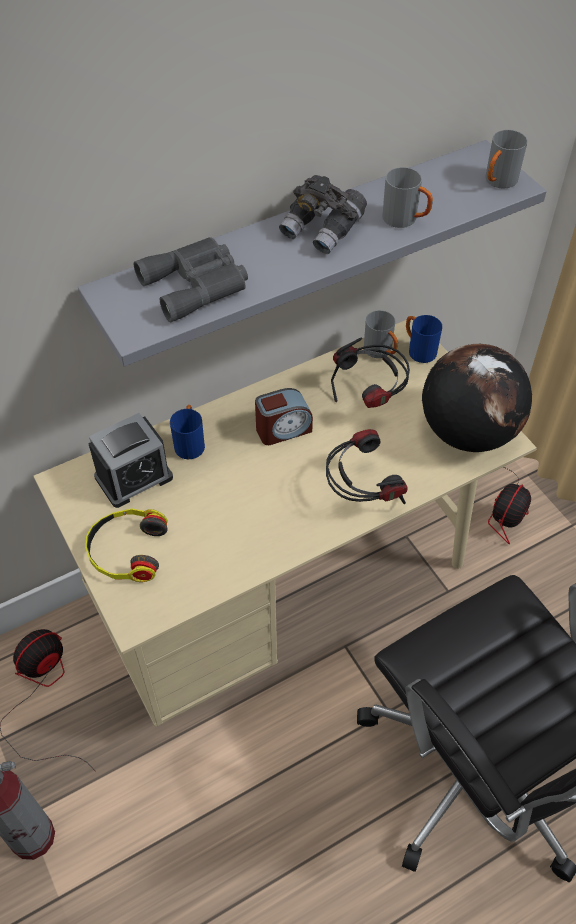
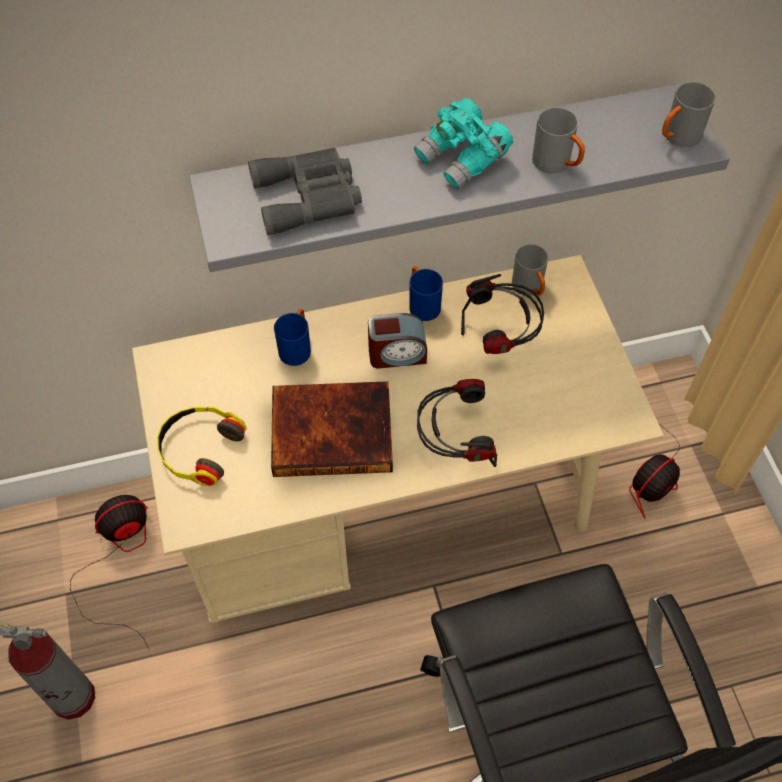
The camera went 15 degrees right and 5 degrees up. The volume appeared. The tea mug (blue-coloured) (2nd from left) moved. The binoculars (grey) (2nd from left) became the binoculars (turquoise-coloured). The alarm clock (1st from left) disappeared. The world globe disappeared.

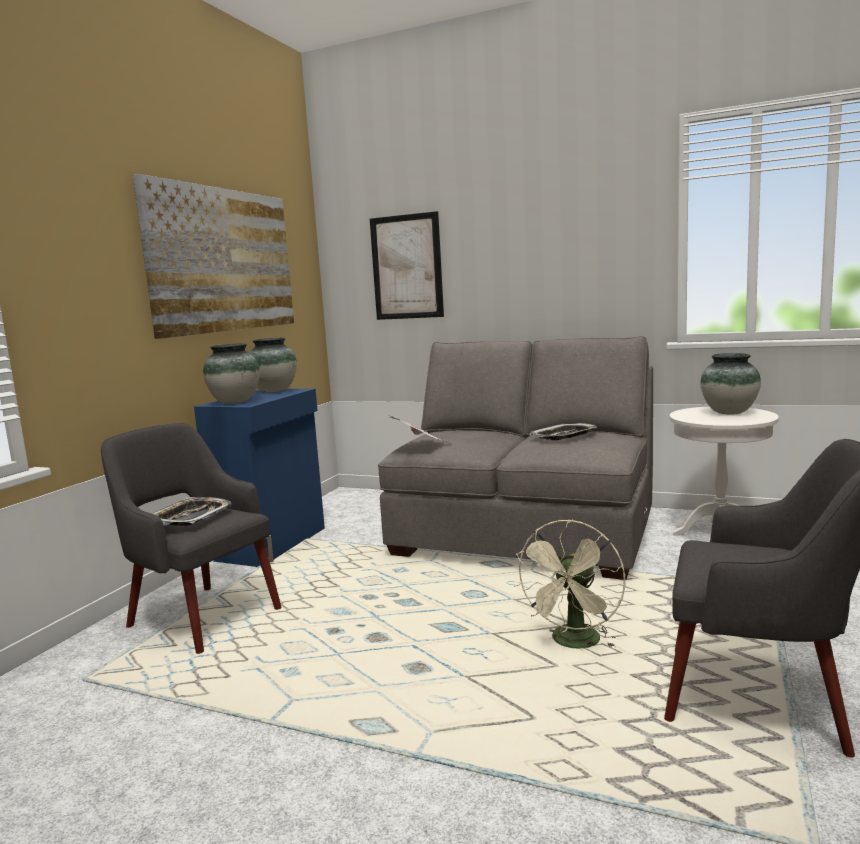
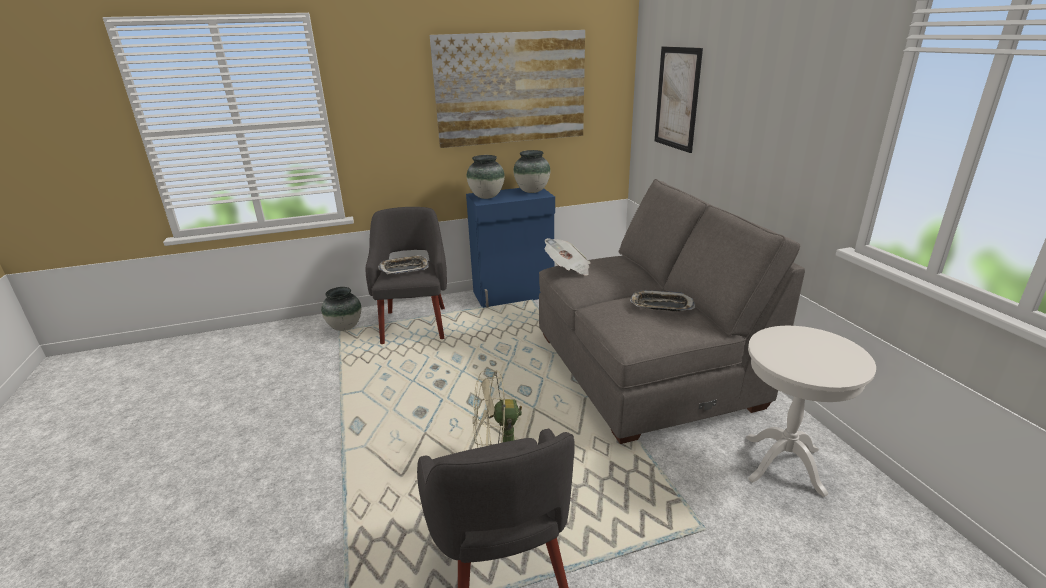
The camera went 50 degrees right and 15 degrees up. The flower vase (3rd from left in the first image) moved.

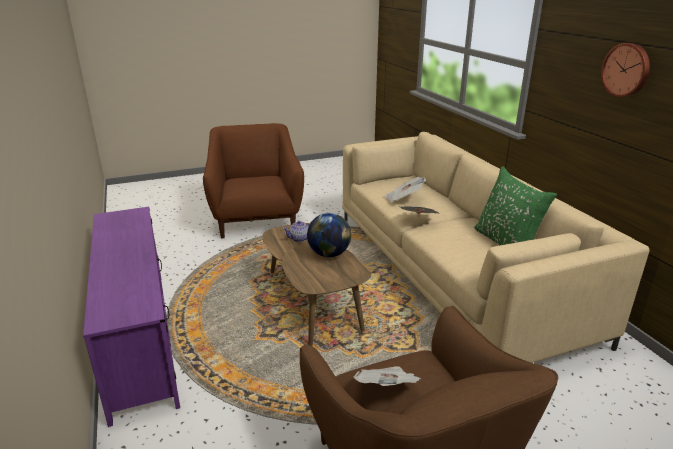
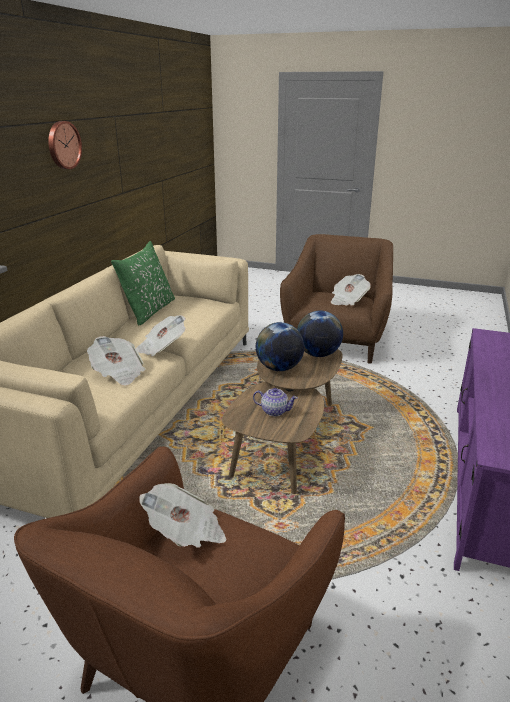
The camera went 140 degrees left and 0 degrees up. The newspaper (3rd from left) appeared. The world globe (2nd from left) appeared.

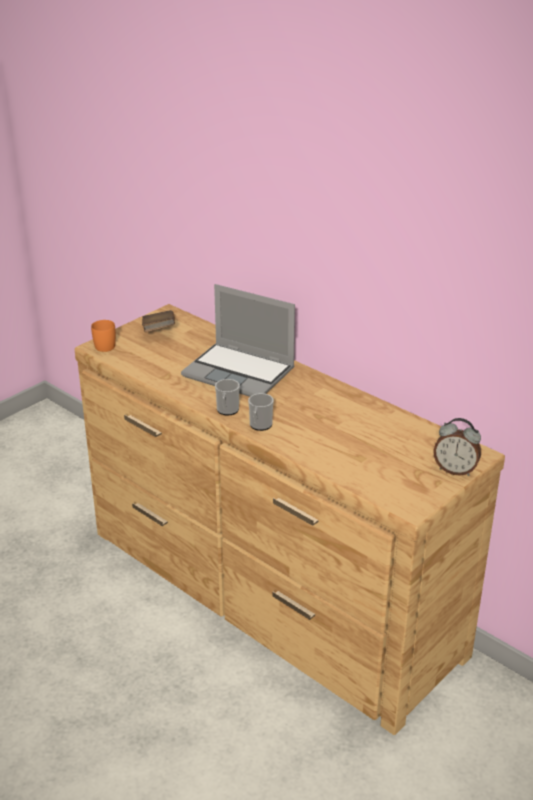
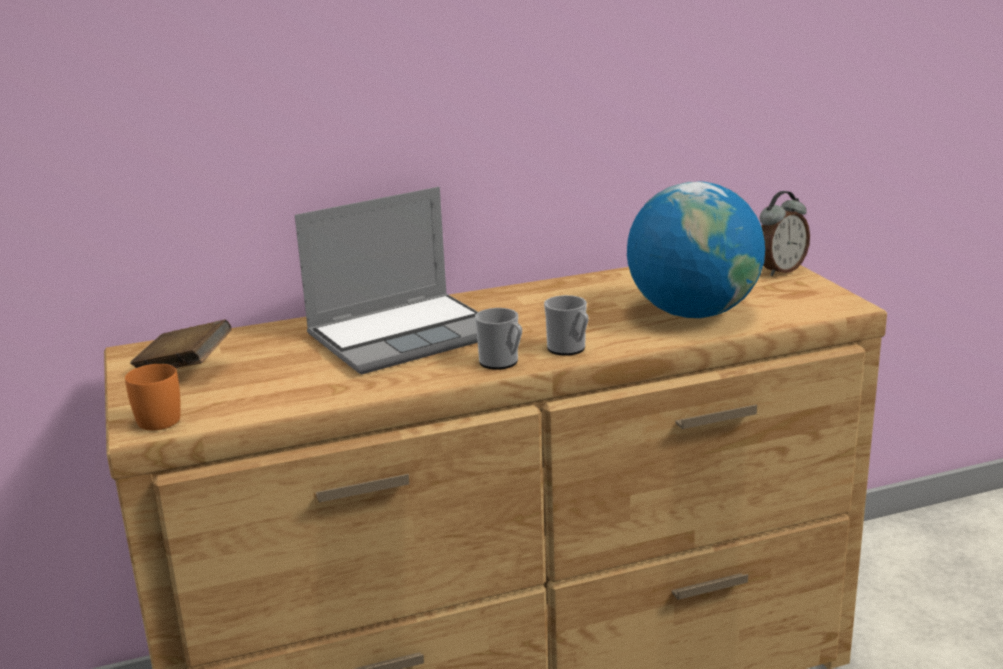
The camera went 60 degrees left and 10 degrees down. The world globe appeared.

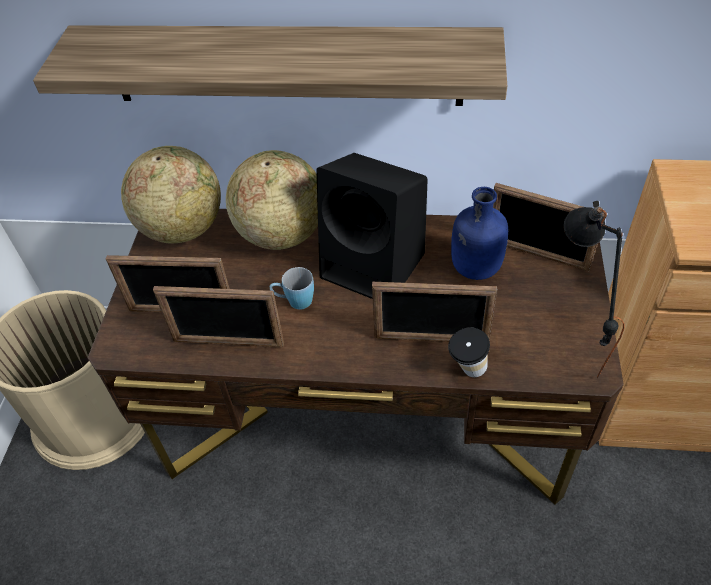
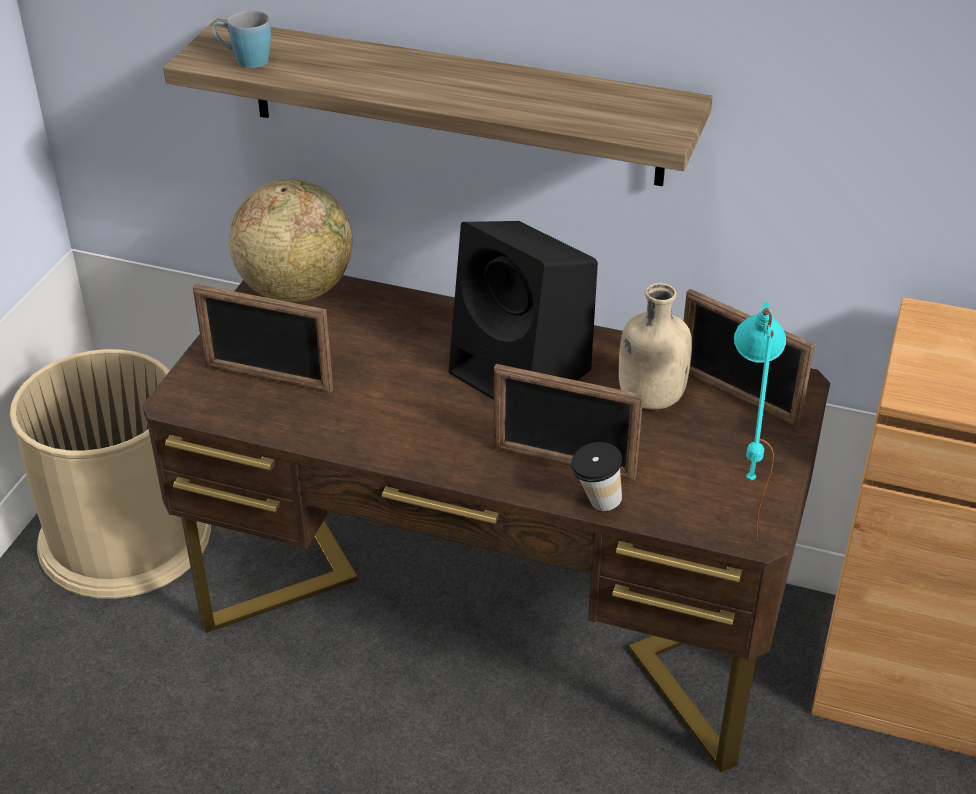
The camera went 10 degrees right and 10 degrees down. The tea mug (blue-coloured) moved. The drink bottle (blue-coloured) became the drink bottle (sand-coloured). The table lamp (blackish) became the table lamp (turquoise-coloured). The standing frame (2nd from left) disappeared. The world globe (2nd from left) disappeared.

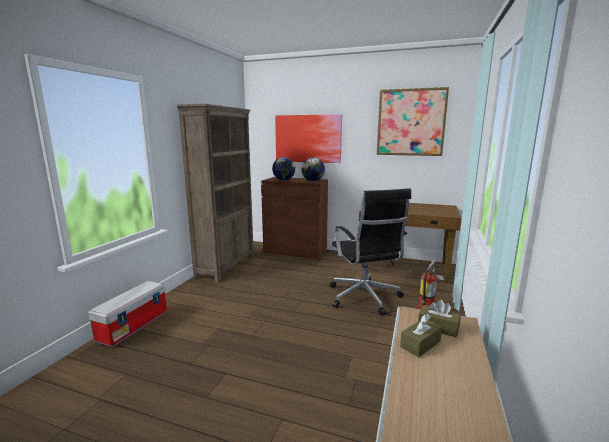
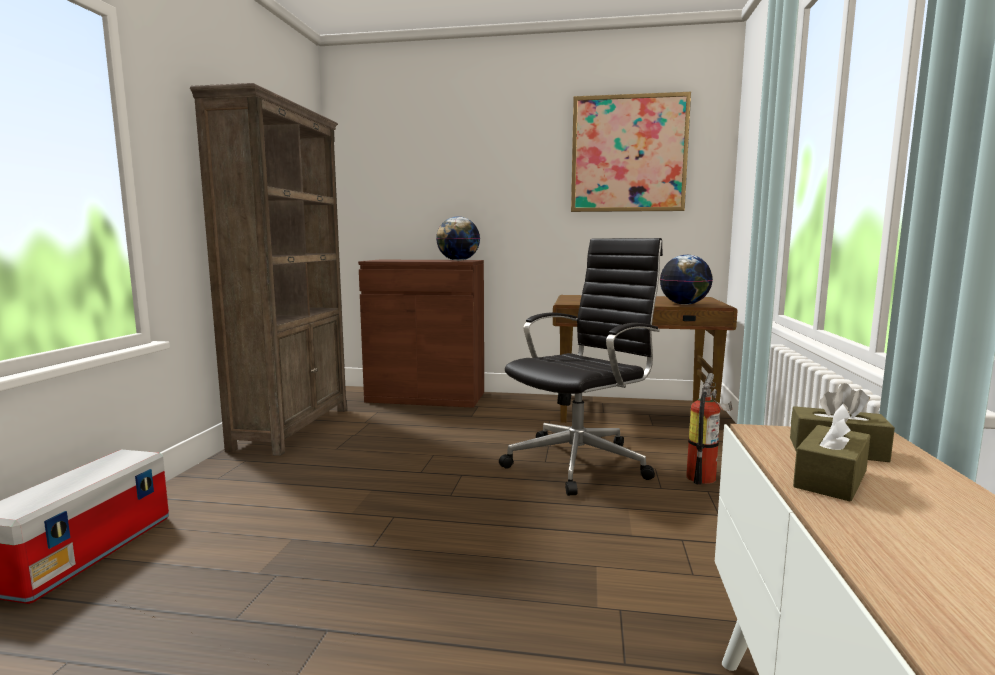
The camera went 10 degrees left and 5 degrees down. The office chair (blackish) turned 105 degrees counterclockwise. The world globe (1st from left in the first image) moved. The picture (1st from left) disappeared.

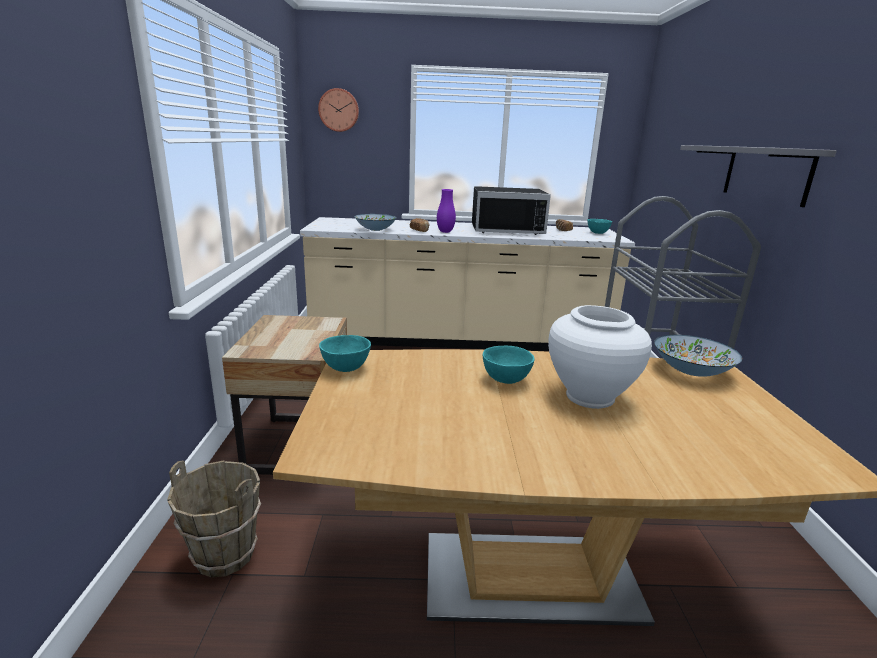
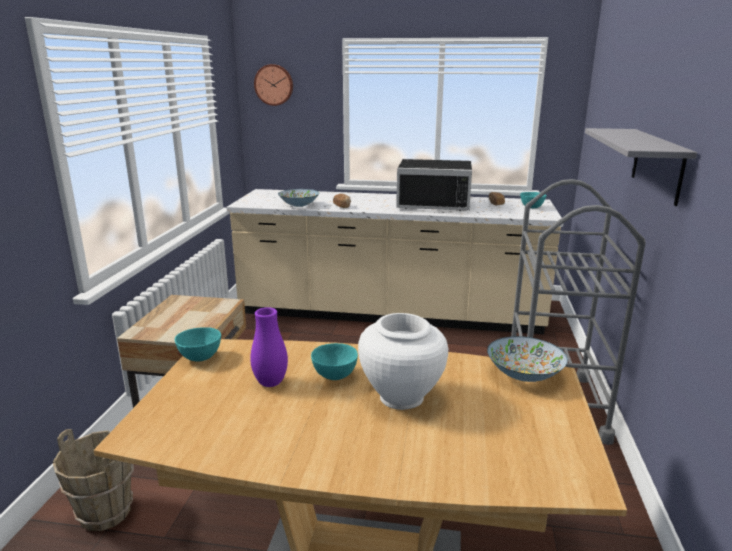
The camera went 10 degrees right and 0 degrees up. The flower vase (purple-coloured) moved.

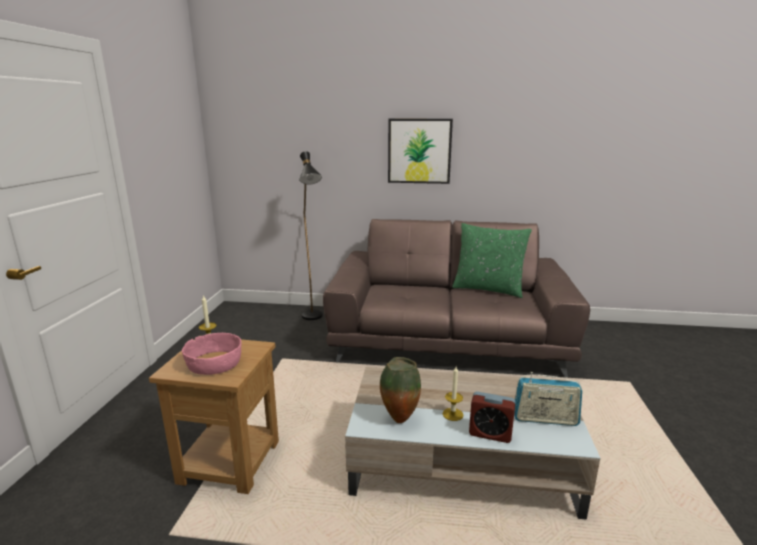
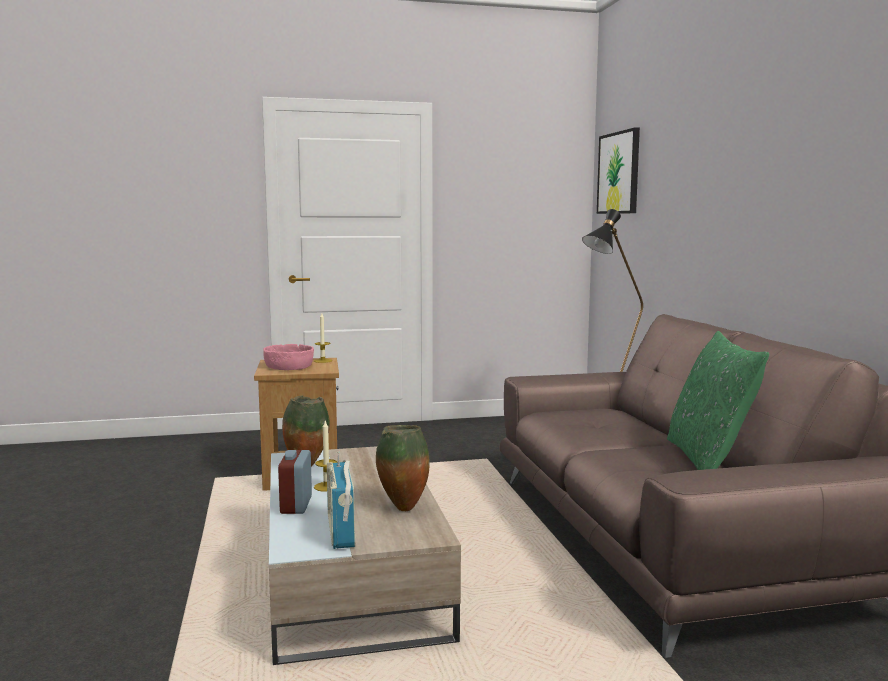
The camera went 70 degrees right and 10 degrees down. The flower vase (2nd from left) appeared. The picture moved.

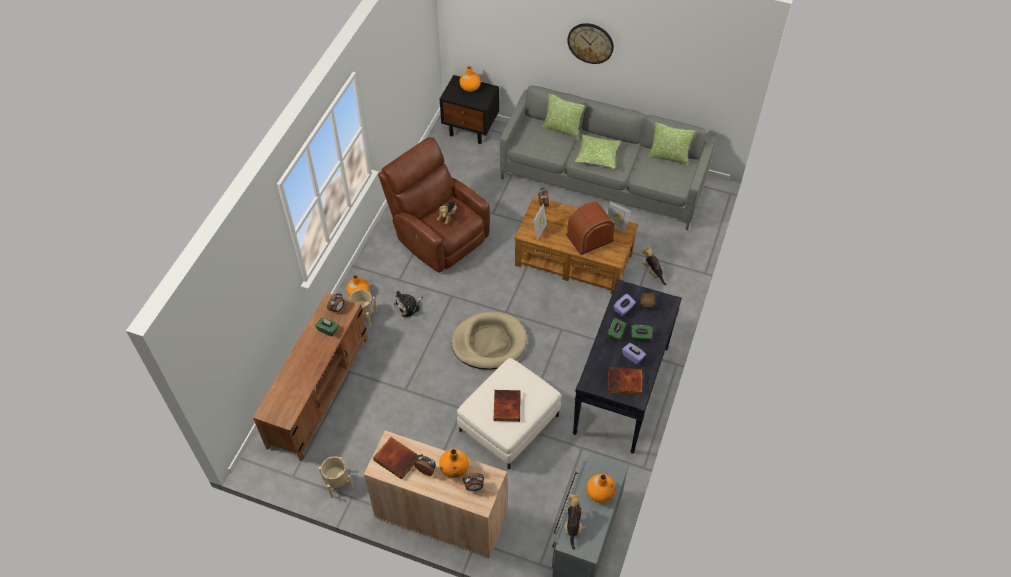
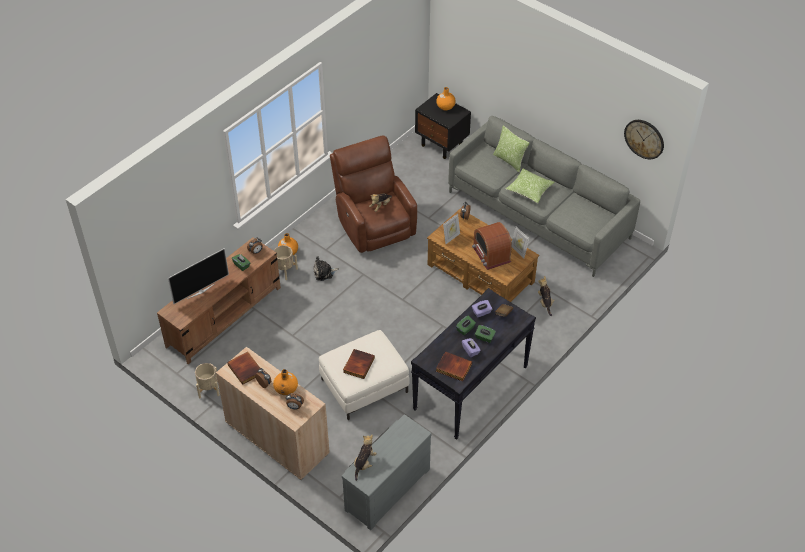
The camera went 20 degrees right and 5 degrees down. The television appeared. The radio turned 105 degrees counterclockwise. The clock on the wall moved. The pet bed (sand-coloured) disappeared. The flower vase (orange) (4th from left) disappeared. The throw pillow (3rd from left) disappeared.

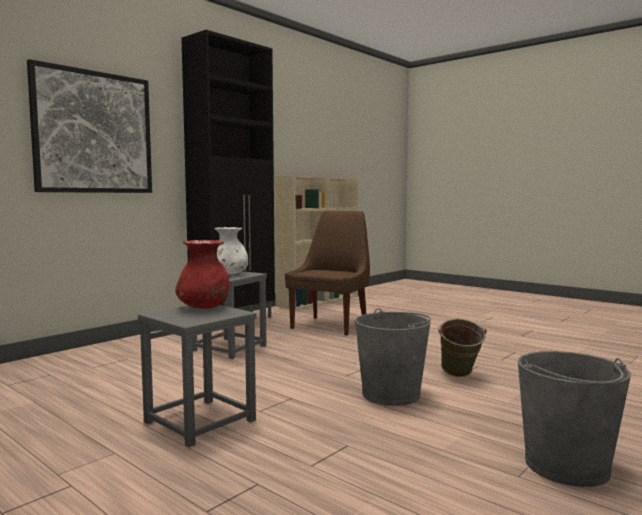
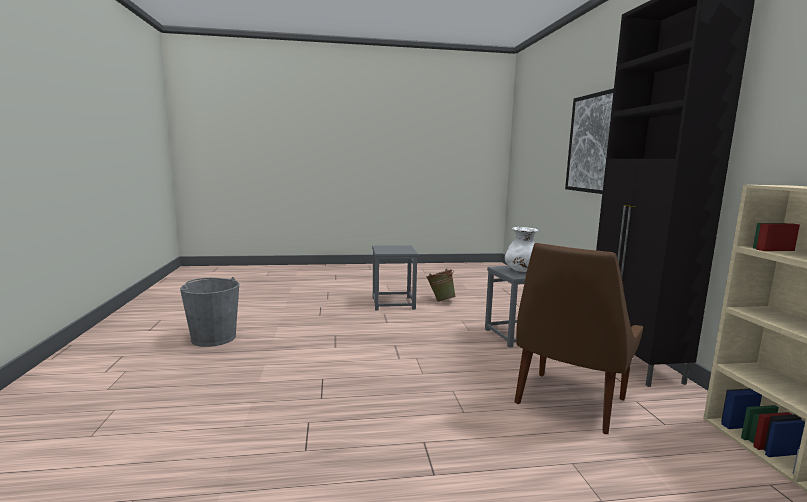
The camera went 130 degrees right and 5 degrees up. The pail (green-coloured) moved. The upright chair (brownish) turned 60 degrees clockwise. The flower vase (reddish) disappeared. The pail (grey) (1st from left) disappeared.

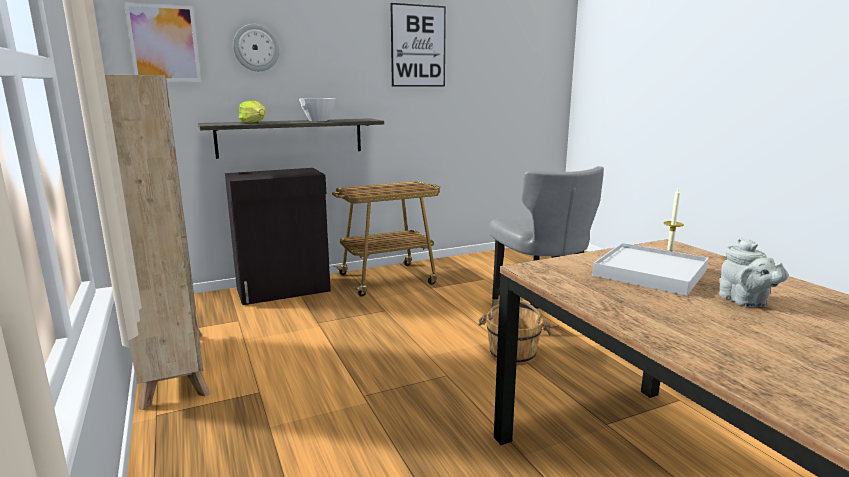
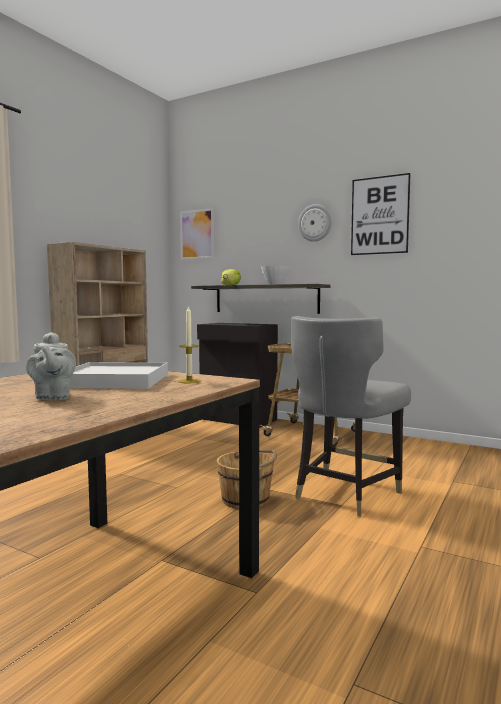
The camera went 55 degrees right and 10 degrees down. The teapot (grey) turned 60 degrees counterclockwise. The clock on the wall moved.

